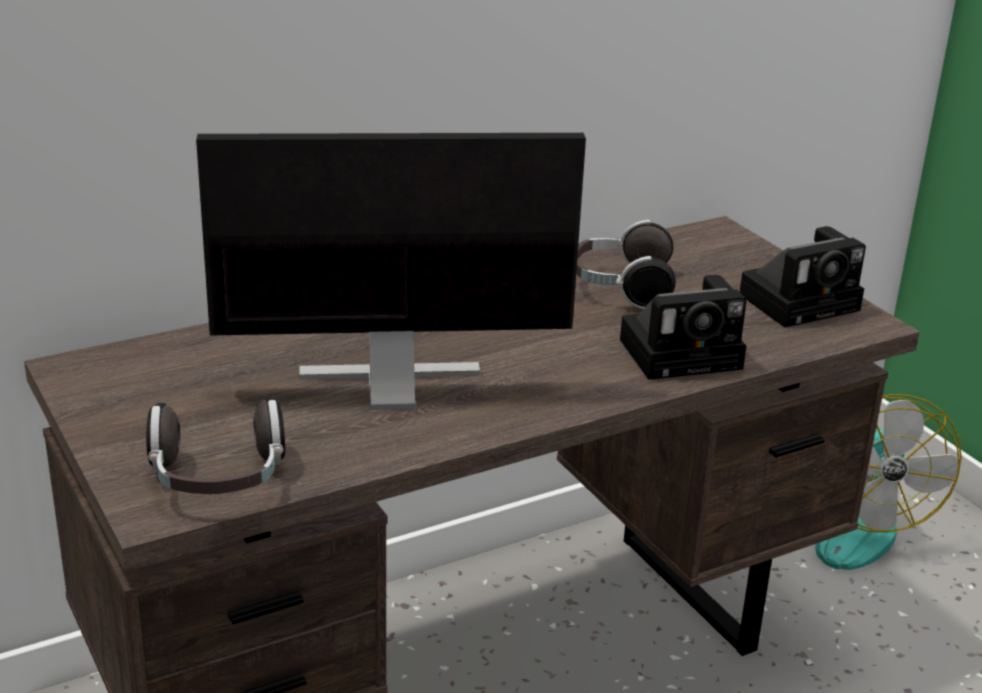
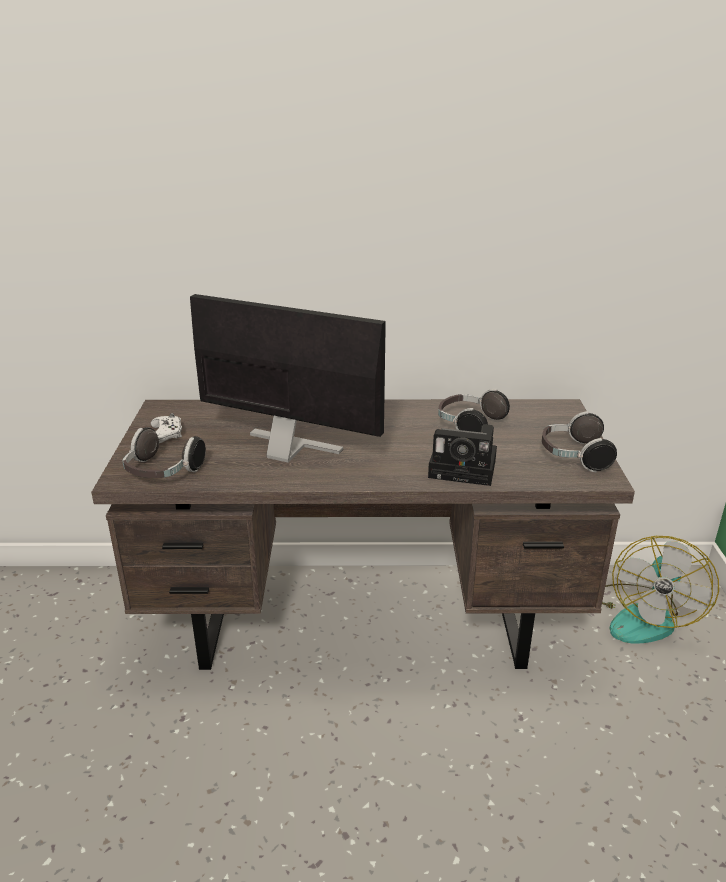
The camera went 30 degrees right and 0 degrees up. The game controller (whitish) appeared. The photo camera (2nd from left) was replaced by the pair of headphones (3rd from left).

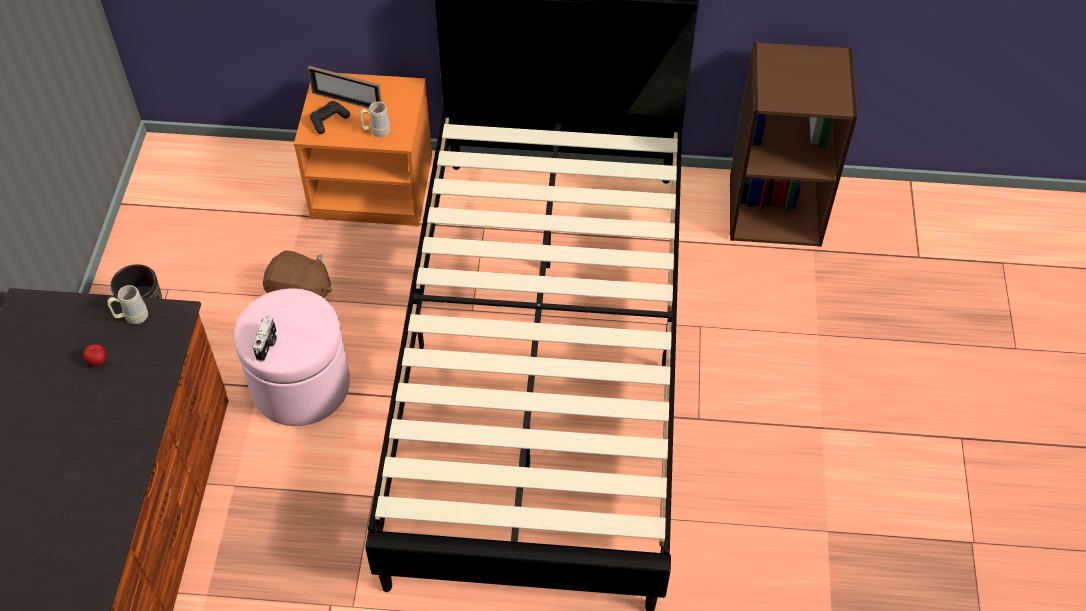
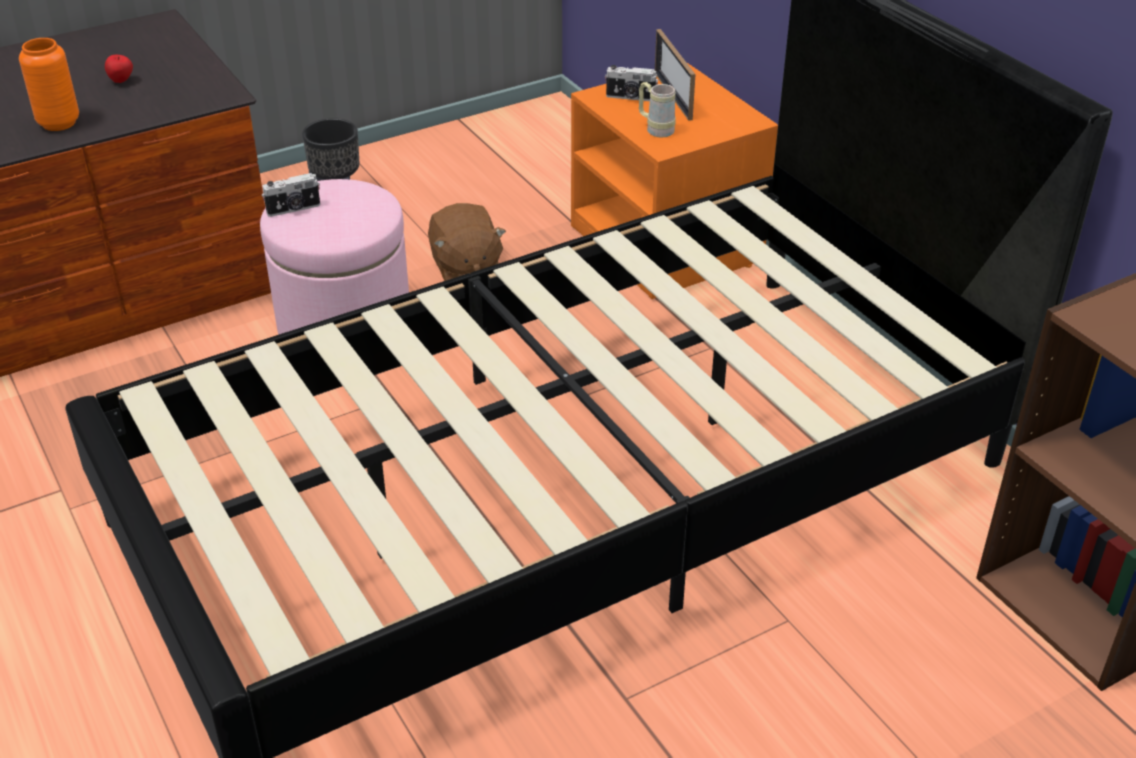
The camera went 55 degrees right and 15 degrees down. The flower vase (orange) appeared. The game controller (blackish) was replaced by the photo camera (2nd from left). The tea mug (sand-coloured) (1st from left) disappeared.

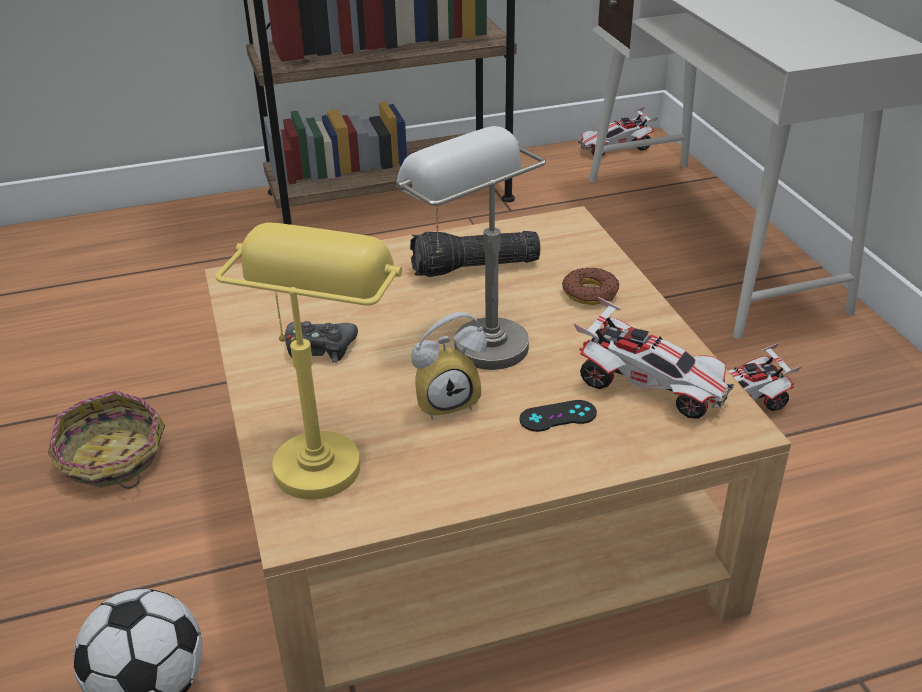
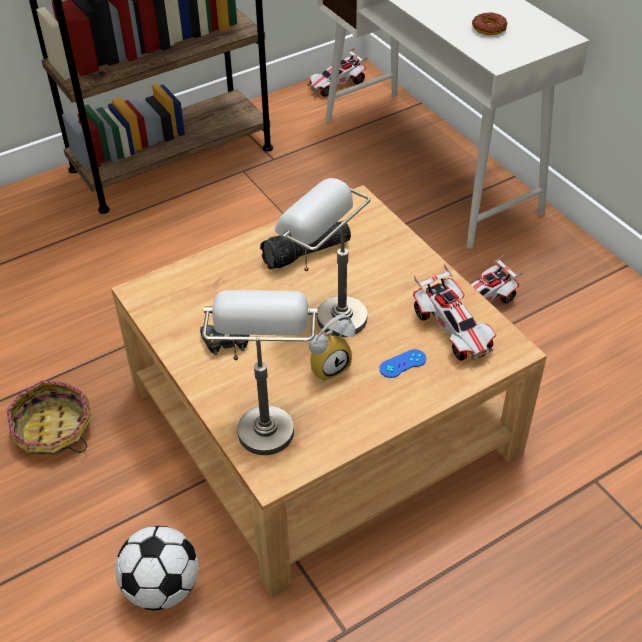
The camera went 15 degrees left and 10 degrees up. The table lamp (yellow-coloured) became the table lamp (grey) (1st from left). The game controller (blackish) (2nd from left) became the game controller (blue-coloured). The model car (2nd from left) turned 45 degrees clockwise. The donut moved.

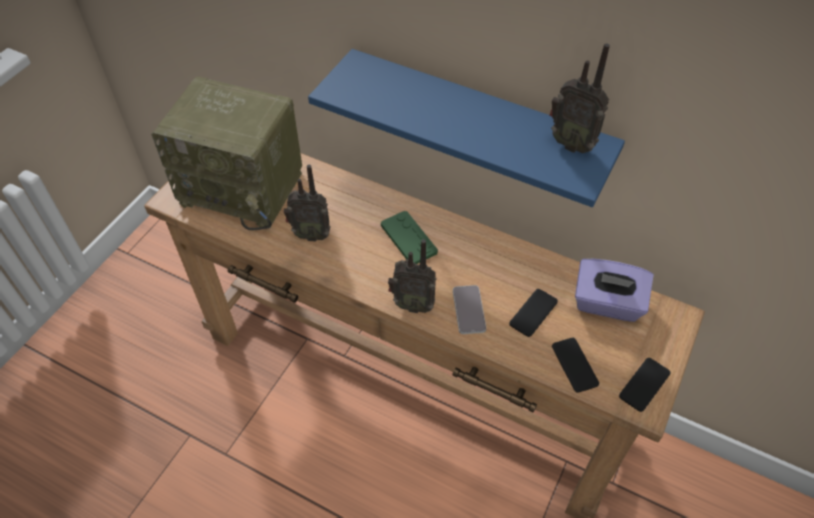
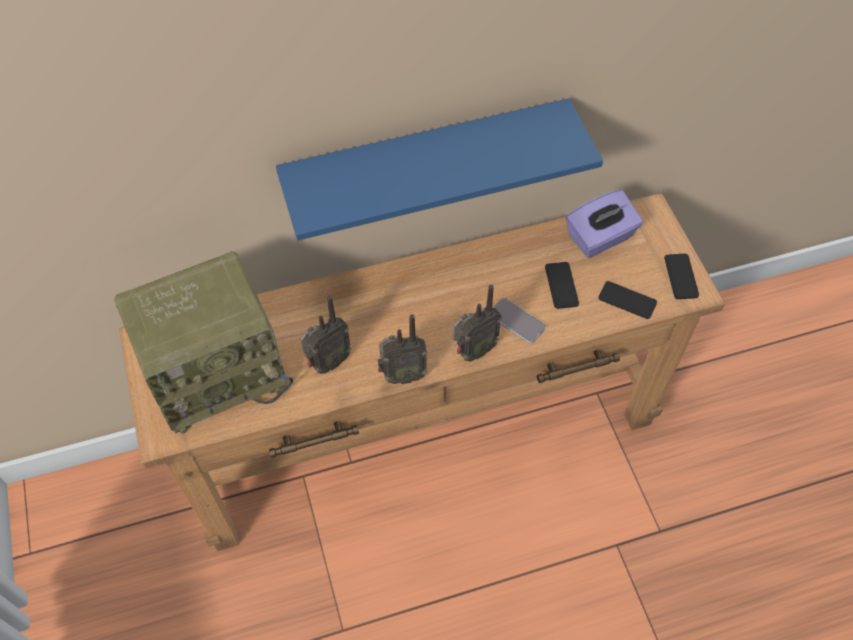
The camera went 45 degrees left and 5 degrees up. The radio (4th from left in the first image) moved. The game controller (green-coloured) disappeared.

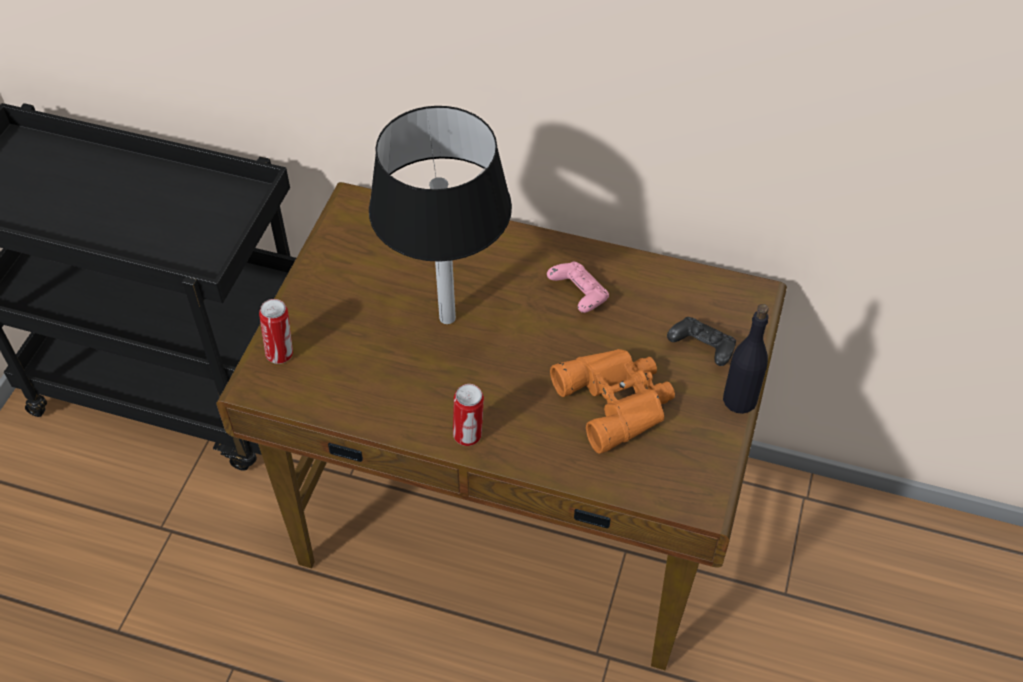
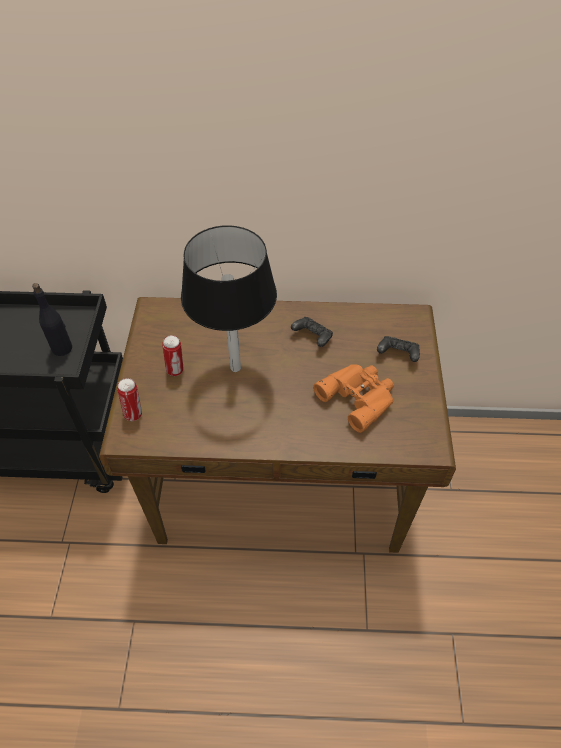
The camera went 15 degrees left and 0 degrees up. The drink bottle (blackish) moved. The can (2nd from left) moved. The game controller (pinkish) became the game controller (blackish) (1st from left).

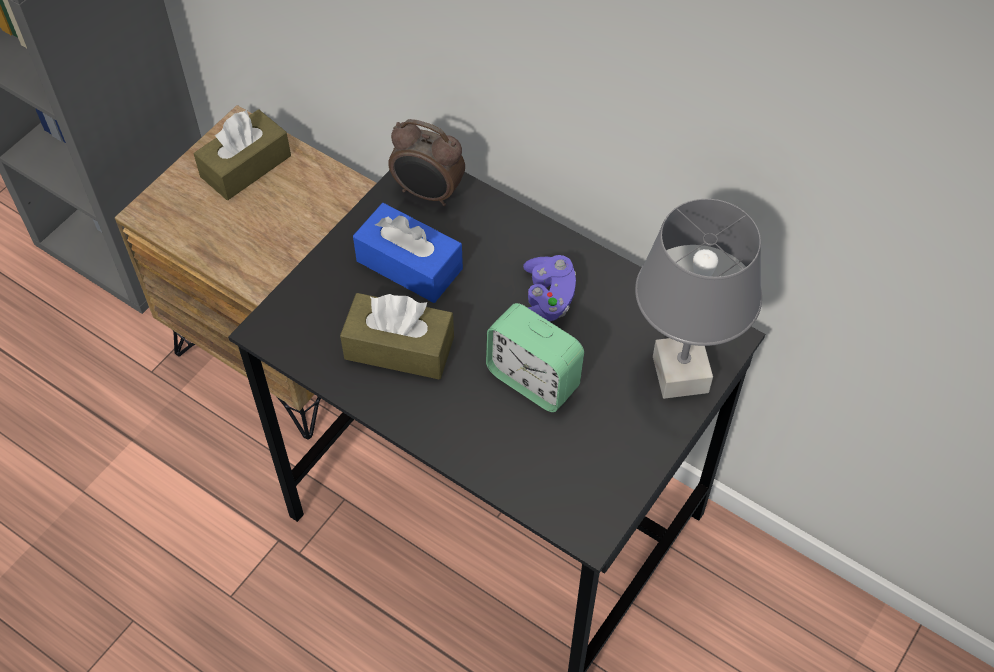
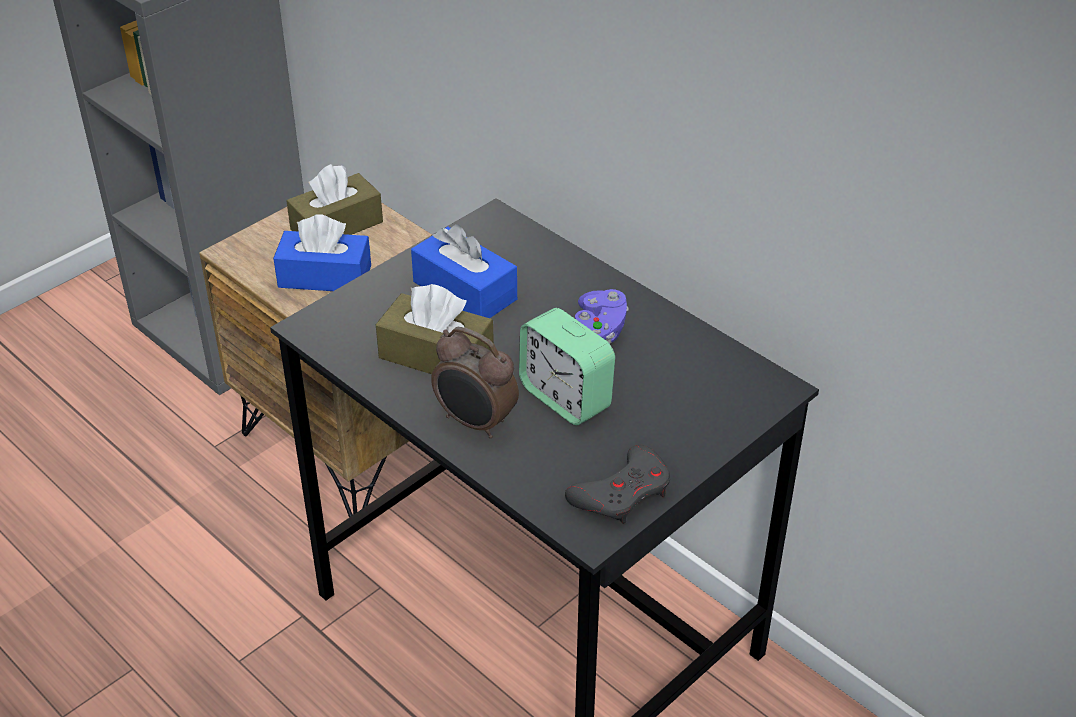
The camera went 10 degrees right and 15 degrees down. The tissue holder (blue-coloured) (1st from left) appeared. The alarm clock (1st from left) moved. The game controller (grey) appeared. The table lamp (grey) disappeared.

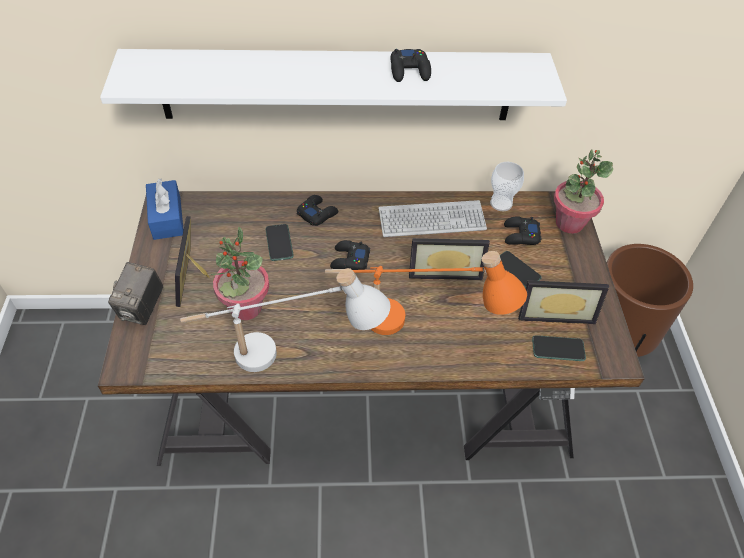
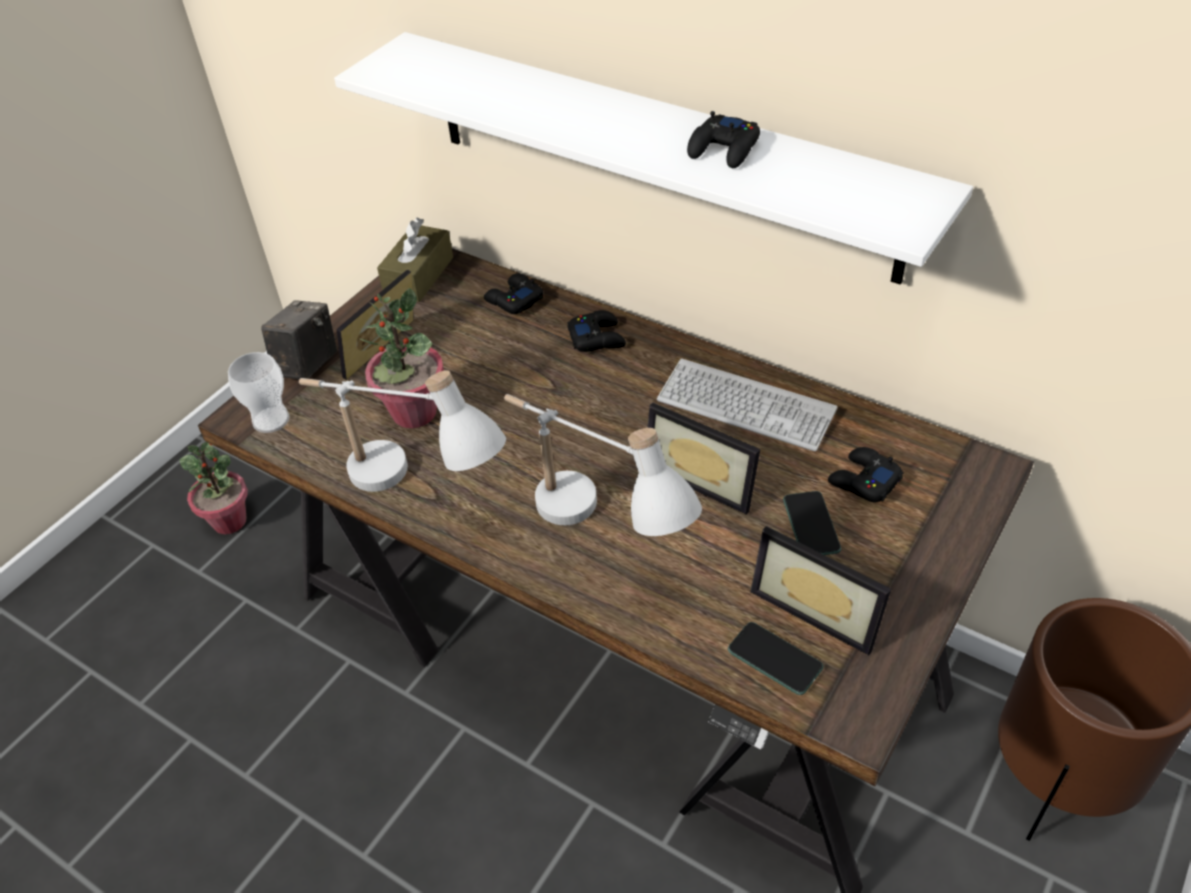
The camera went 40 degrees right and 5 degrees down. The potted plant (2nd from left in the first image) moved. The small cup moved. The photo camera turned 150 degrees clockwise. The tissue holder (blue-coloured) became the tissue holder (brownish). The game controller (blackish) (2nd from left in the first image) moved. The table lamp (orange) became the table lamp (whitish) (2nd from left). The phone (1st from left) disappeared.

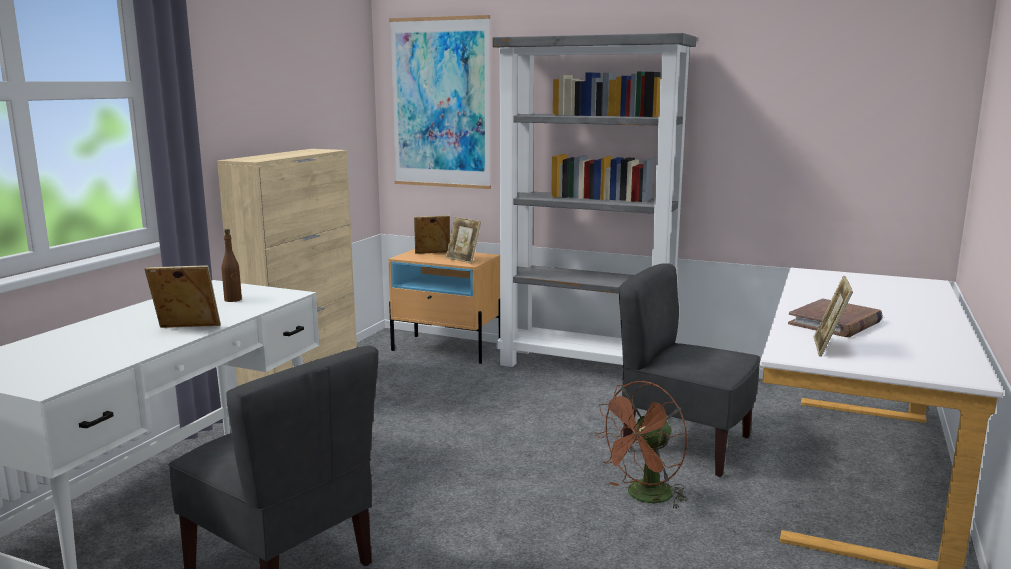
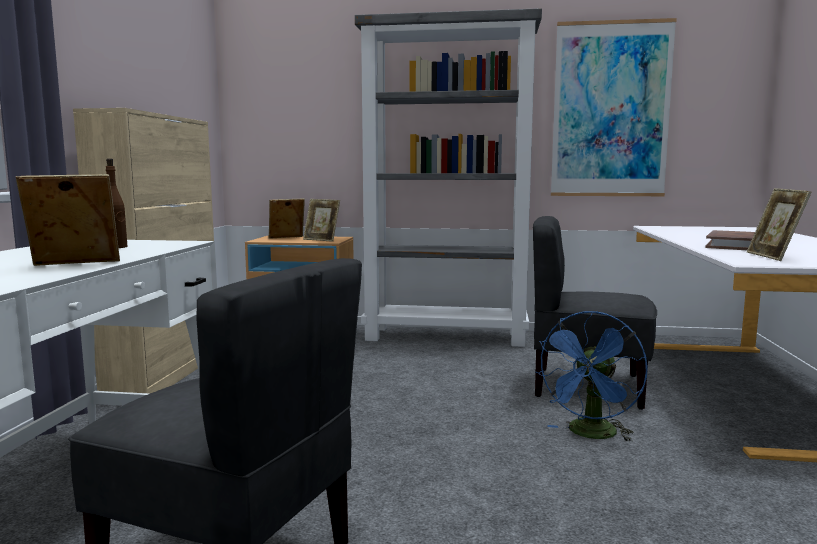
The camera went 15 degrees left and 5 degrees down. The cooling fan (brownish) became the cooling fan (blue-coloured). The picture moved.

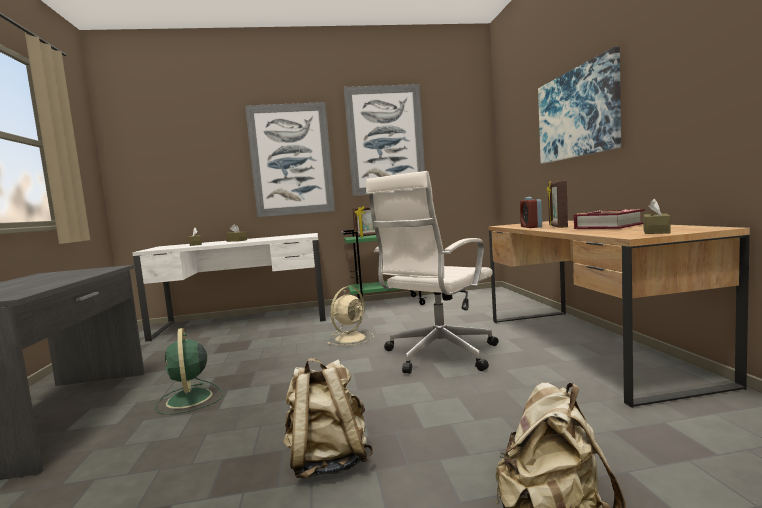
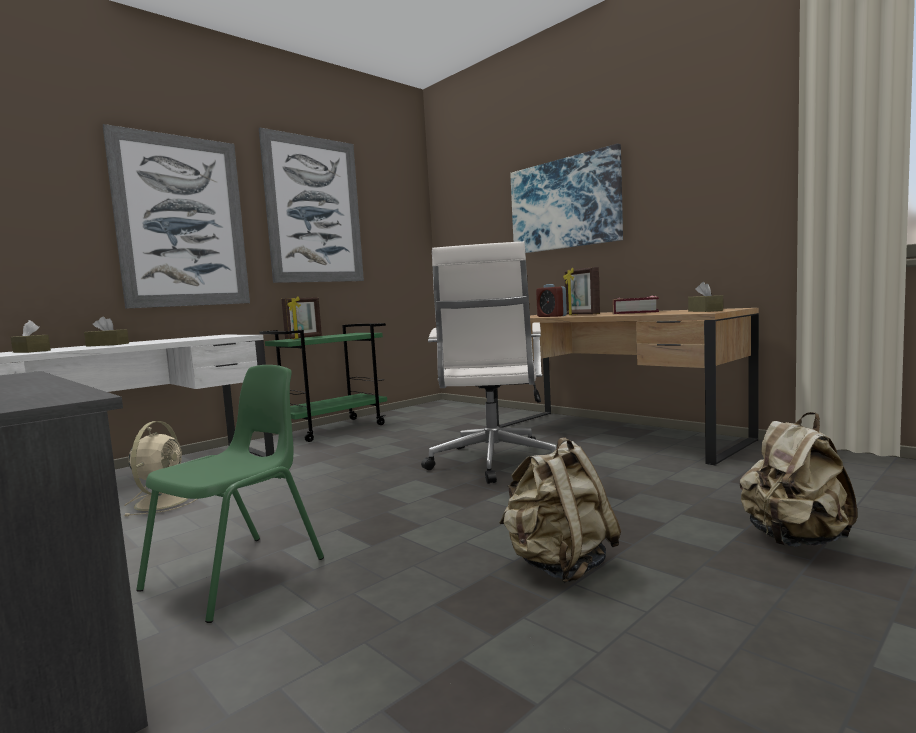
The camera went 35 degrees left and 0 degrees up. The cooling fan (sand-coloured) moved. The cooling fan (green-coloured) was replaced by the upright chair (green-coloured).

